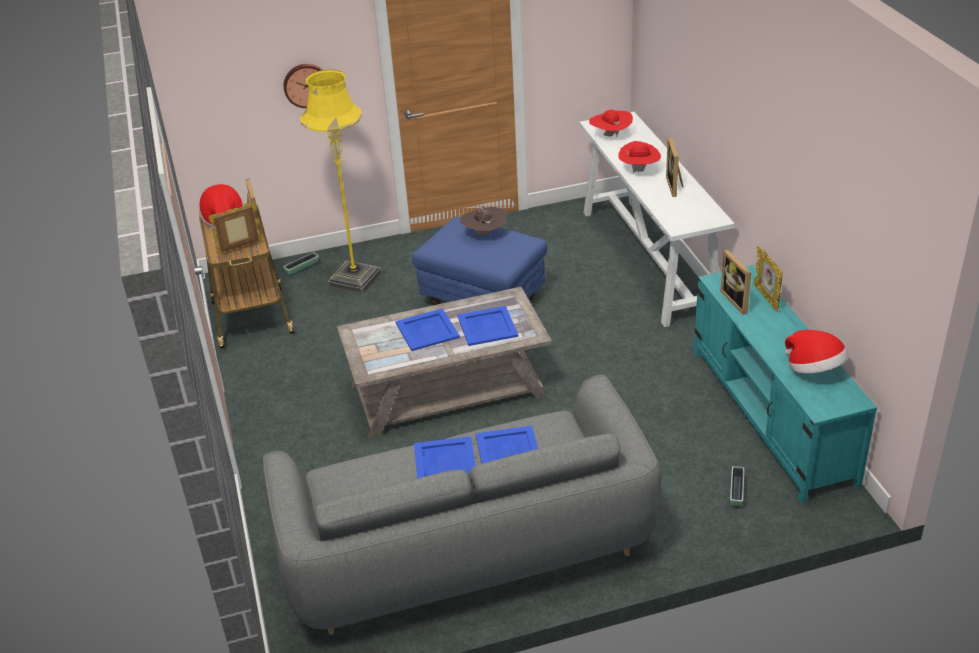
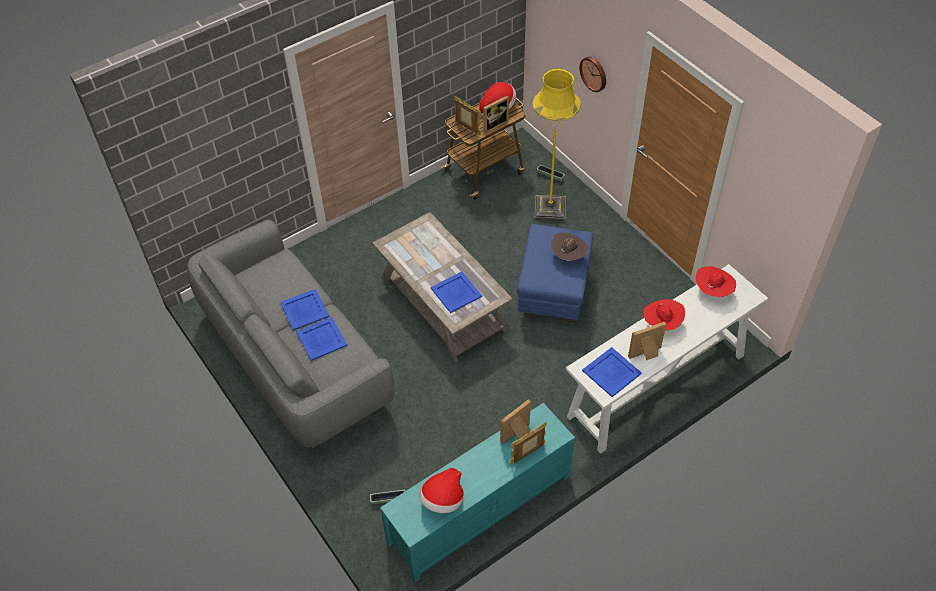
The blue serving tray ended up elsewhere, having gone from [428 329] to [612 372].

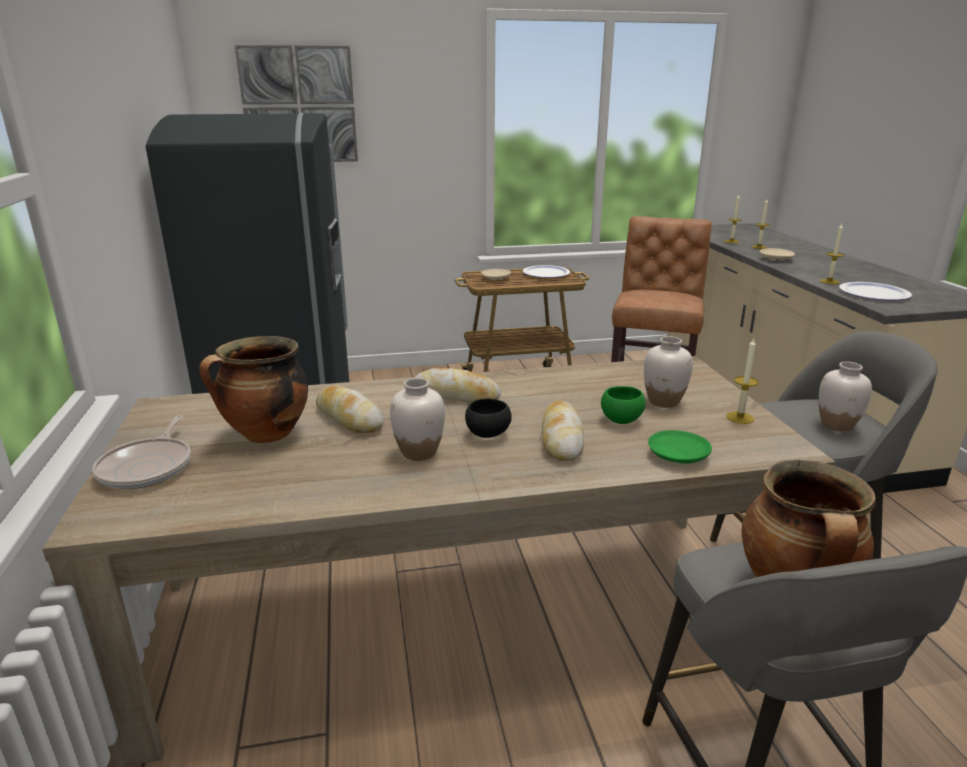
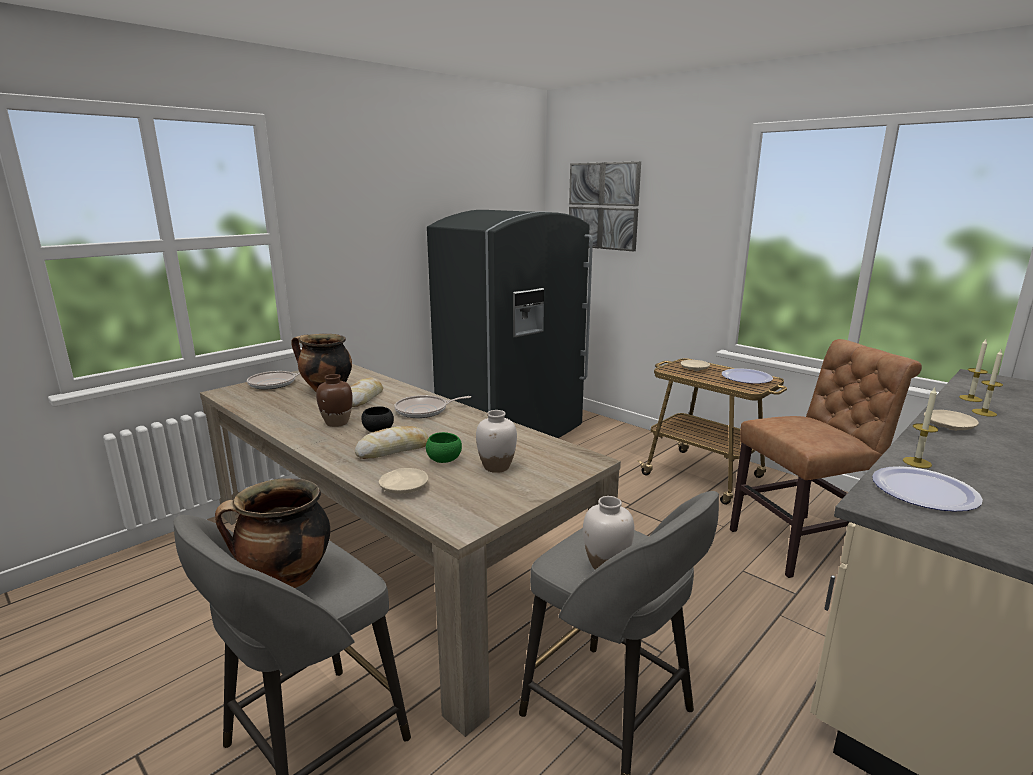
What was the whitish flower vase at [417 419] turned into the brown-coloured flower vase at [334 400]. Where the baked bread stood at [458 385], the pan came to stand at [432 406]. What was the green-coloured dinner plate at [680 447] turned into the beige dinner plate at [403 481]. The second view lost the wax candle at [742 381].

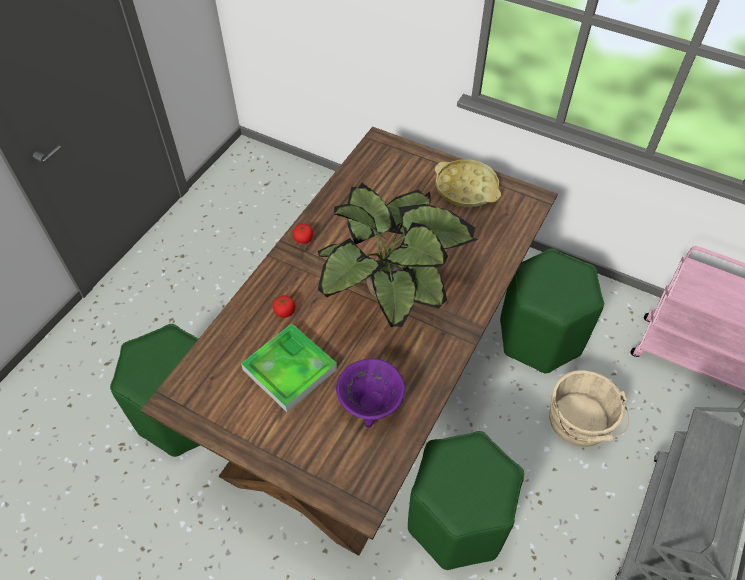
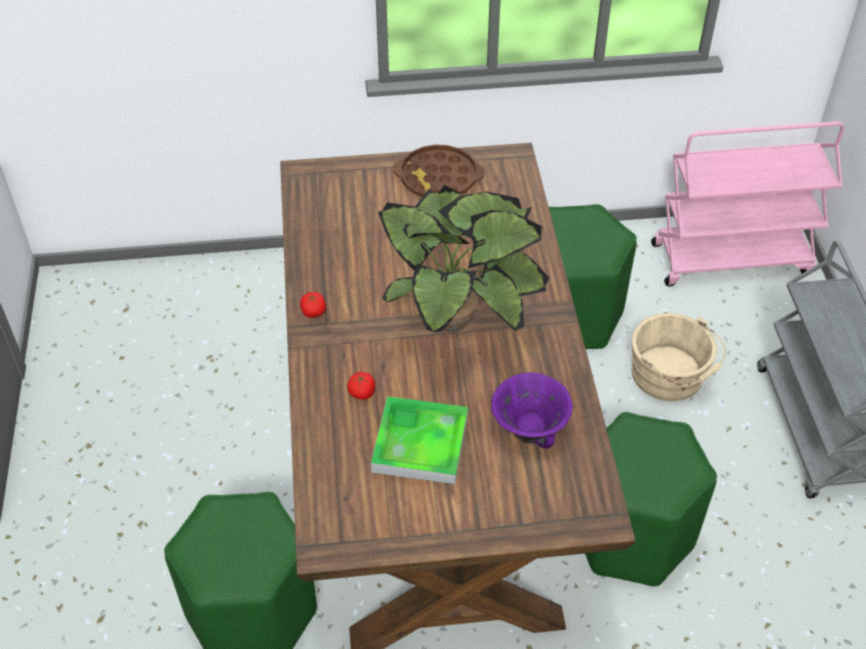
What was the yellow-coloured serving tray at [468 183] turned into the brown-coloured serving tray at [439 171].

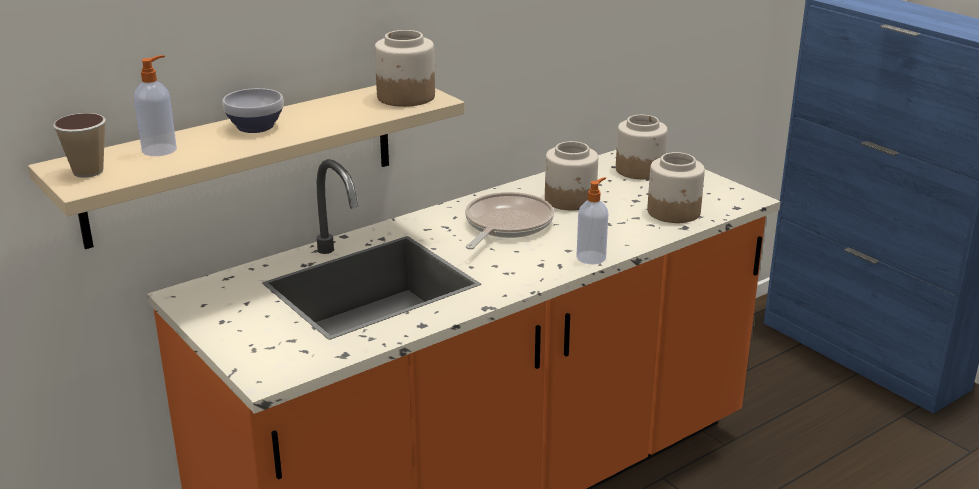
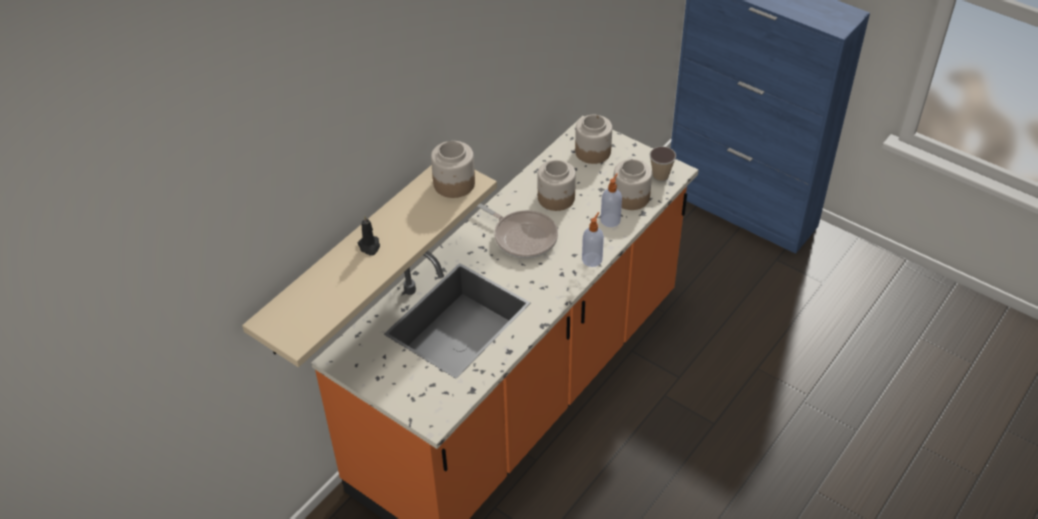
The drinking cup ended up elsewhere, having gone from [79 145] to [663 164]. The soap dispenser ended up elsewhere, having gone from [155 105] to [611 200]. Where the bowl stood at [253 110], the black-coloured wax candle came to stand at [368 236]. The pan at [509 220] ended up facing another way, 120 degrees clockwise from before.

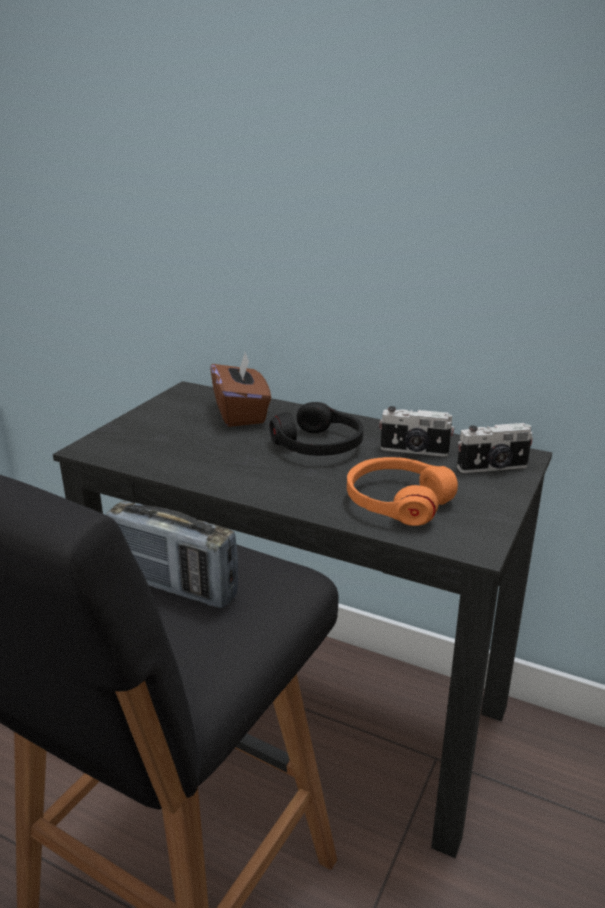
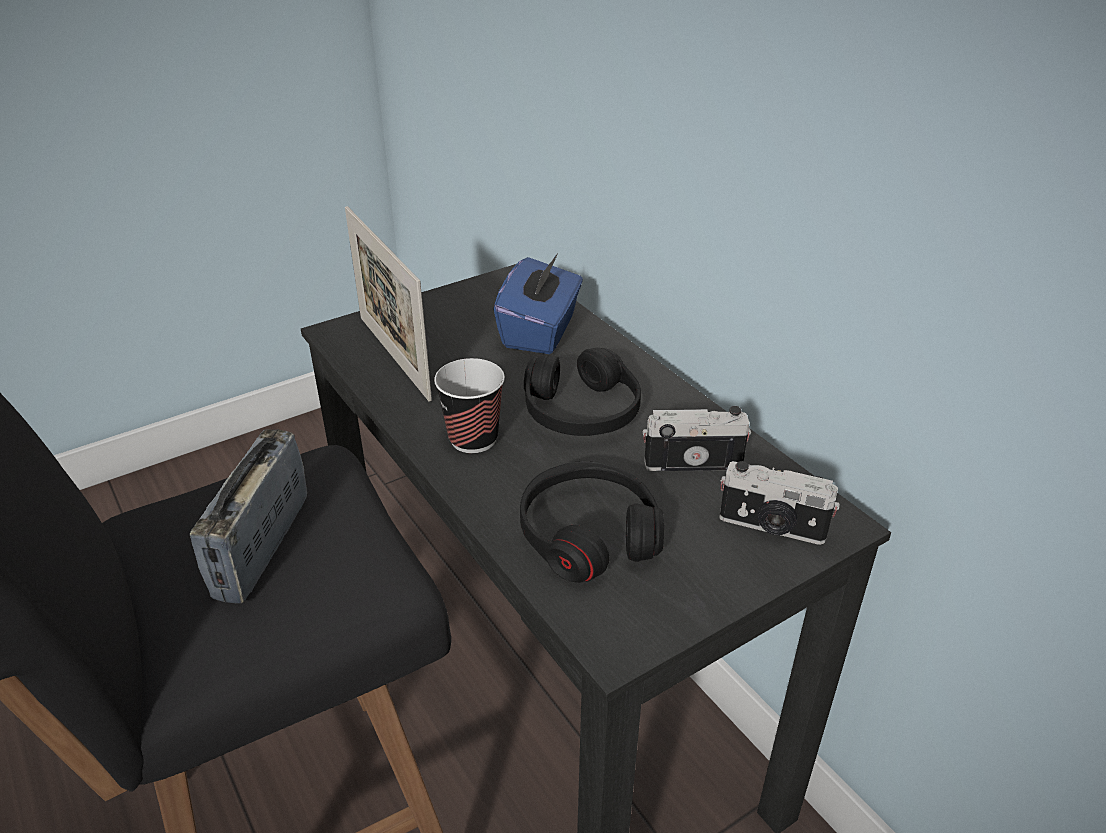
The radio at [172 554] ended up facing another way, 45 degrees clockwise from before. What was the brown-coloured tissue holder at [240 388] turned into the blue tissue holder at [538 303]. What was the orangey headset at [402 491] turned into the black-coloured headset at [592 522]. The photo camera at [417 431] ended up facing another way, 135 degrees clockwise from before. The second view gained the picture frame at [388 304]. The second view gained the drinking cup at [469 405].

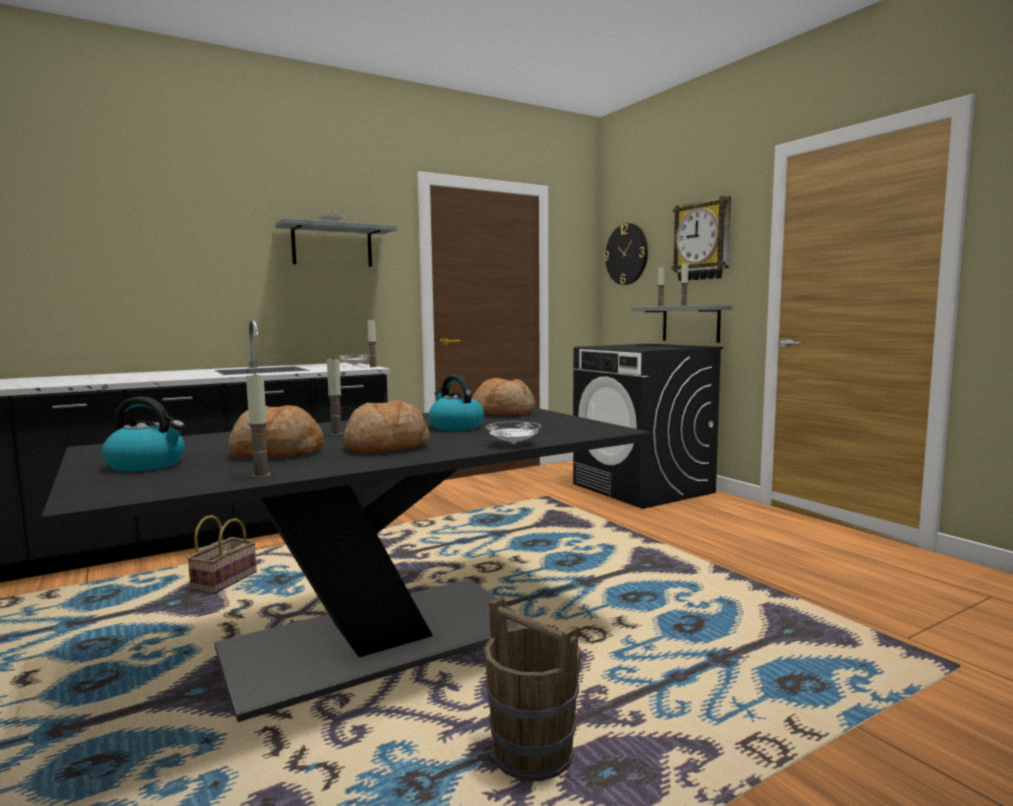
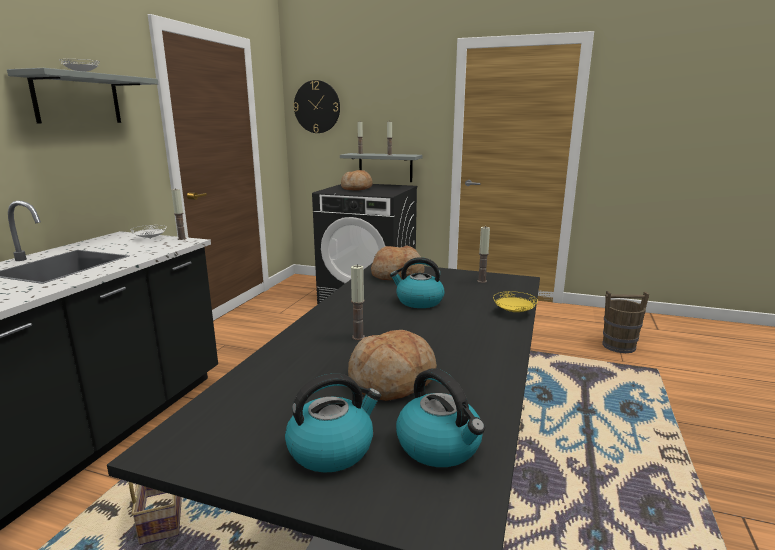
The wax candle ended up elsewhere, having gone from [258 425] to [483 254]. The baked bread ended up elsewhere, having gone from [387 427] to [356 180]. The brown-coloured pail ended up elsewhere, having gone from [532 689] to [625 322]. What was the whitish dinner plate at [513 433] turned into the yellow-coloured dinner plate at [515 301]. The second view lost the clock on the wall at [701 238]. The second view gained the tea kettle at [440 417].

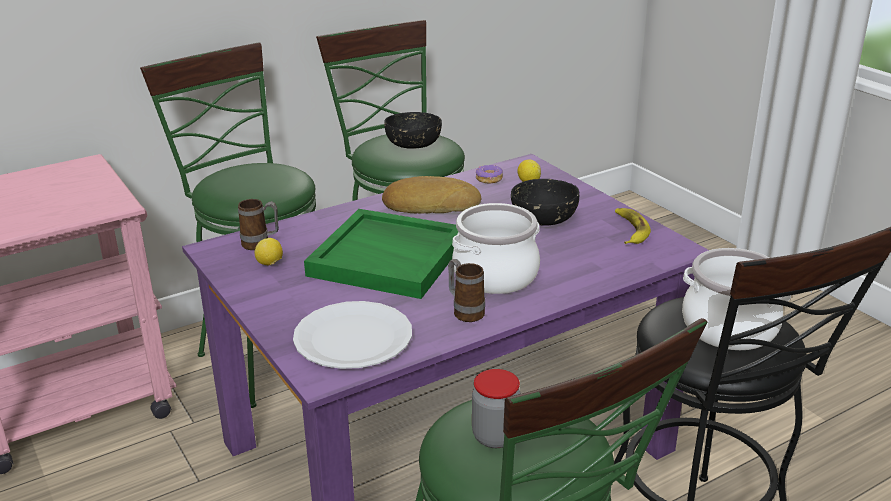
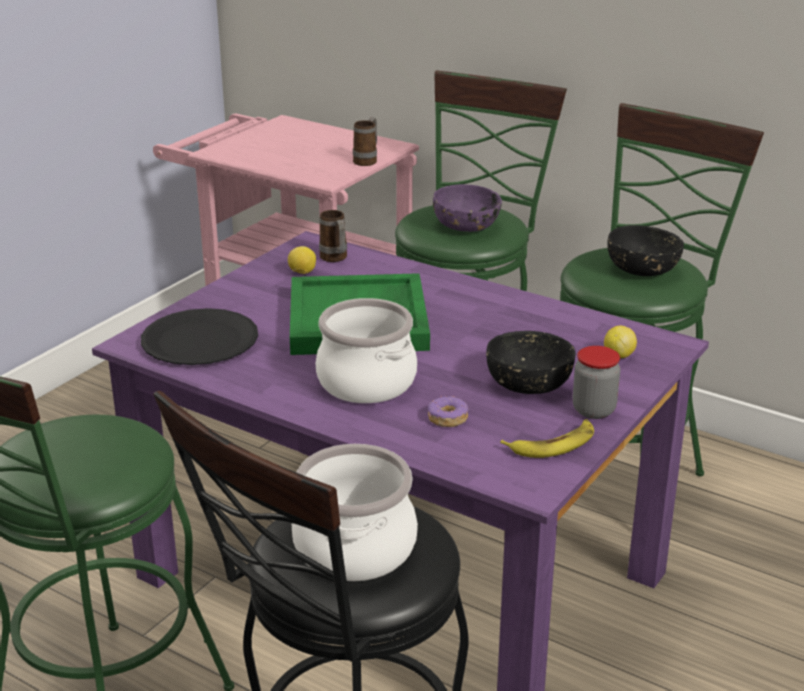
What was the whitish dinner plate at [352 335] turned into the black-coloured dinner plate at [199 336]. The second view lost the baked bread at [431 195]. The tea mug ended up elsewhere, having gone from [466 290] to [365 141]. The preserve jar ended up elsewhere, having gone from [496 408] to [596 382]. The doughnut ended up elsewhere, having gone from [489 174] to [448 411]. The second view gained the purplish bowl at [467 208].

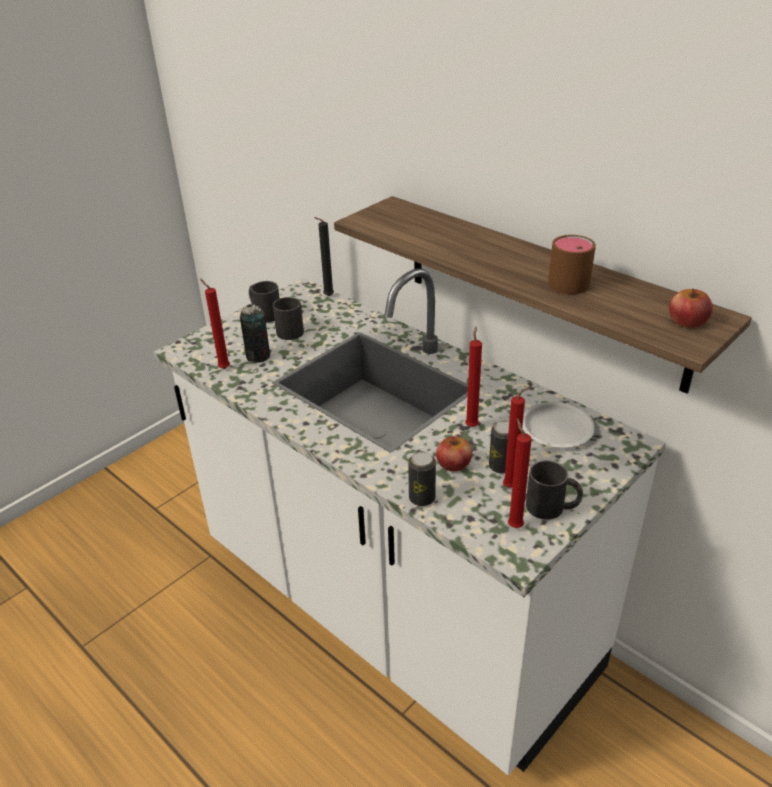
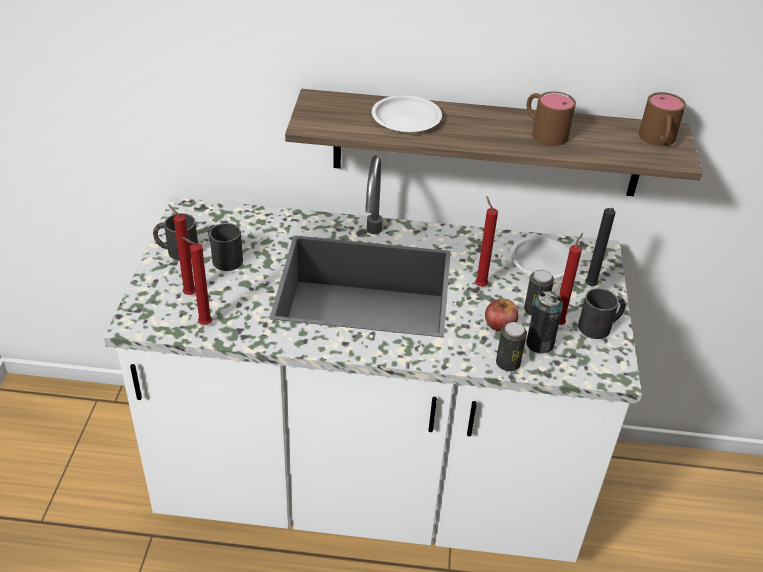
The metal can ended up elsewhere, having gone from [255 333] to [544 322]. The black-coloured wax candle ended up elsewhere, having gone from [324 256] to [600 247]. The red-coloured wax candle ended up elsewhere, having gone from [520 473] to [182 249]. Where the whole apple stood at [691 308], the brown-coloured tea mug came to stand at [662 119]. The second view gained the whitish dinner plate at [407 114].

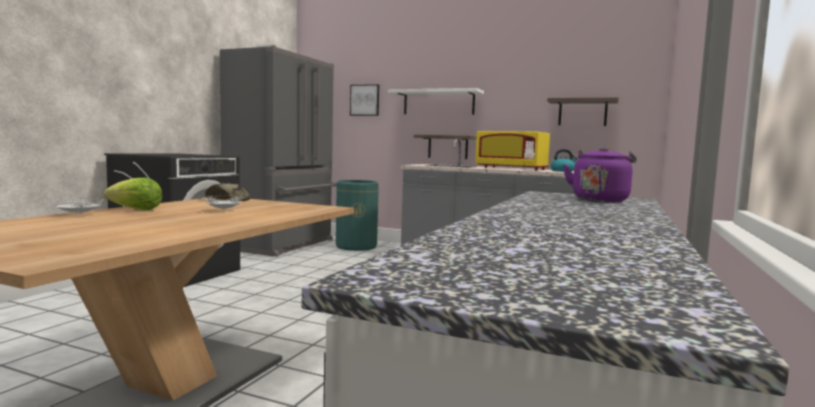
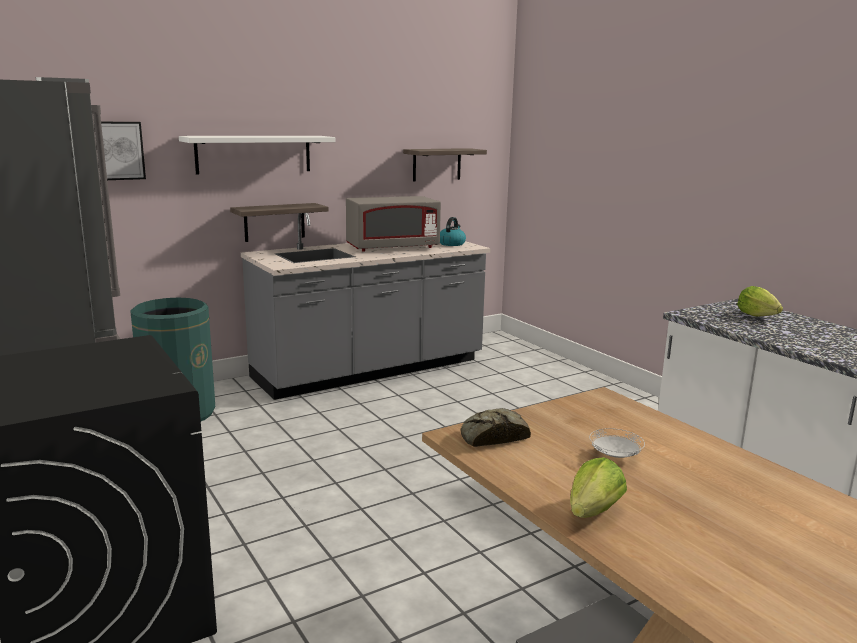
The second view lost the whitish dinner plate at [77 206]. What was the yellow-coloured microwave oven at [512 150] turned into the greyish microwave oven at [393 224]. Where the purplish tea kettle stood at [600 174], the lettuce head came to stand at [760 301].

